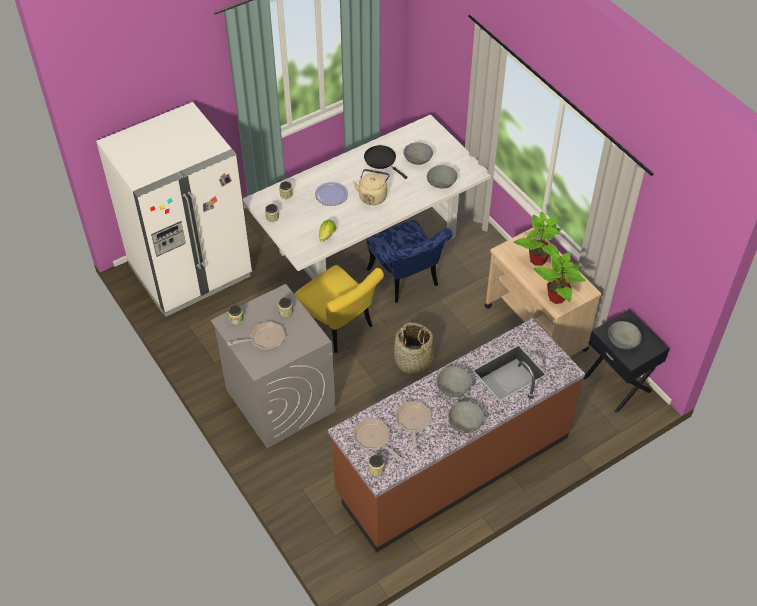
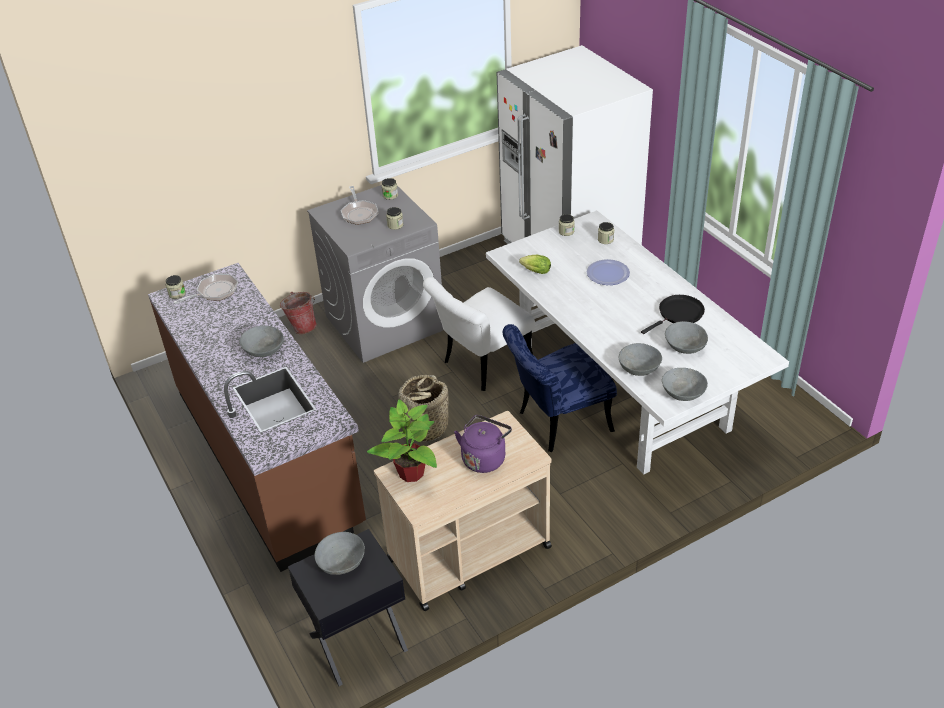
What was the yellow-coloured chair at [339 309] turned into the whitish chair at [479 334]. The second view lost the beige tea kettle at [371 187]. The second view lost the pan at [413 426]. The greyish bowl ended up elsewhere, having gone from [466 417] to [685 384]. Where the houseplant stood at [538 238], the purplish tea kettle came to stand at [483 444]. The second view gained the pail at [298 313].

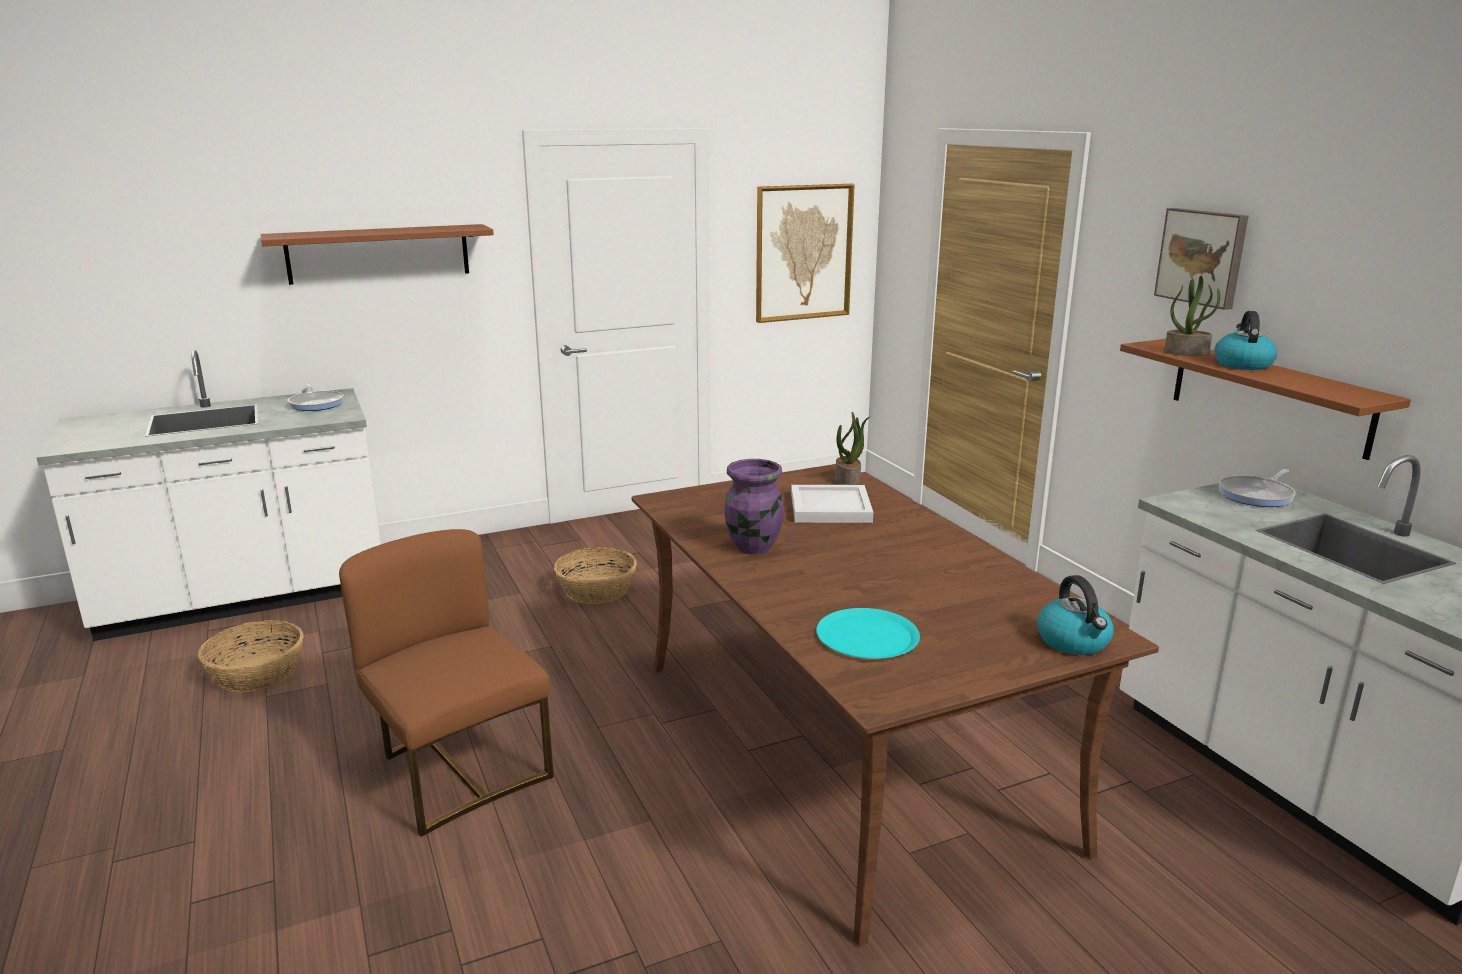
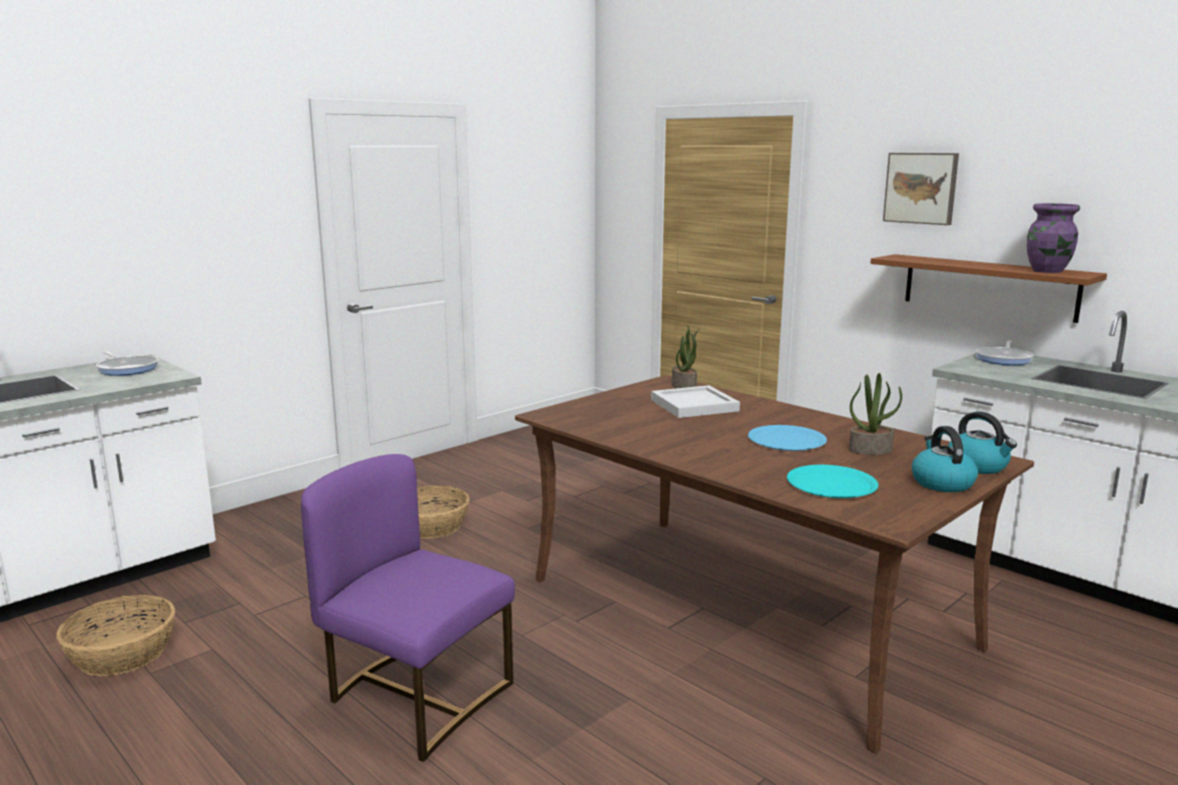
The second view lost the brown-coloured shelf at [377 254]. What was the brown-coloured chair at [446 683] turned into the purplish chair at [408 608]. The purplish flower vase ended up elsewhere, having gone from [754 506] to [1053 238]. The second view lost the wall picture at [805 253]. The houseplant ended up elsewhere, having gone from [1192 316] to [875 414]. The tea kettle ended up elsewhere, having gone from [1245 340] to [945 459]. The second view gained the blue dinner plate at [787 438].

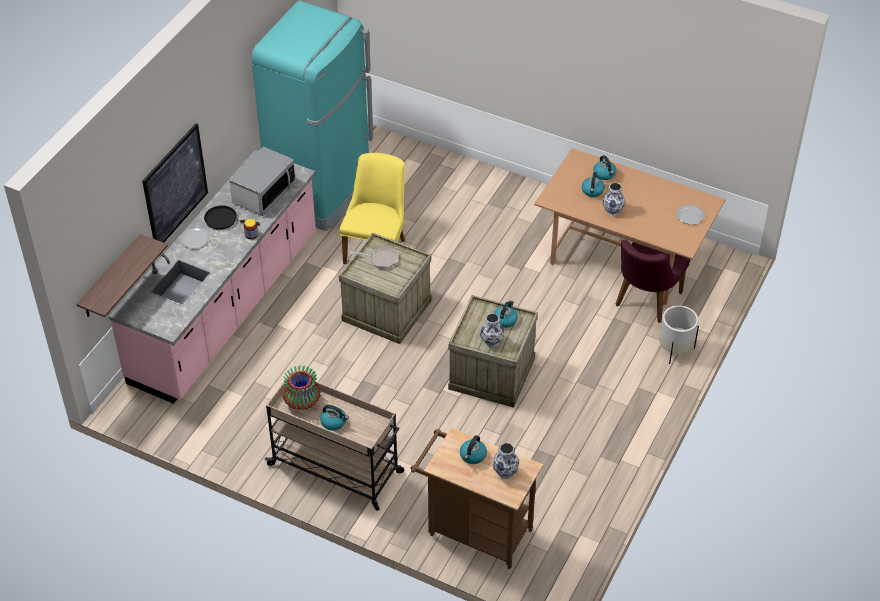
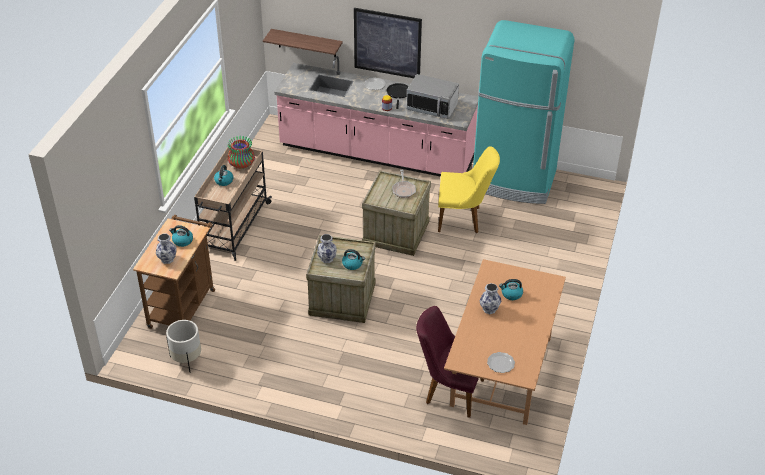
The second view lost the tea kettle at [604 167]. The whitish planter ended up elsewhere, having gone from [679 334] to [183 346].

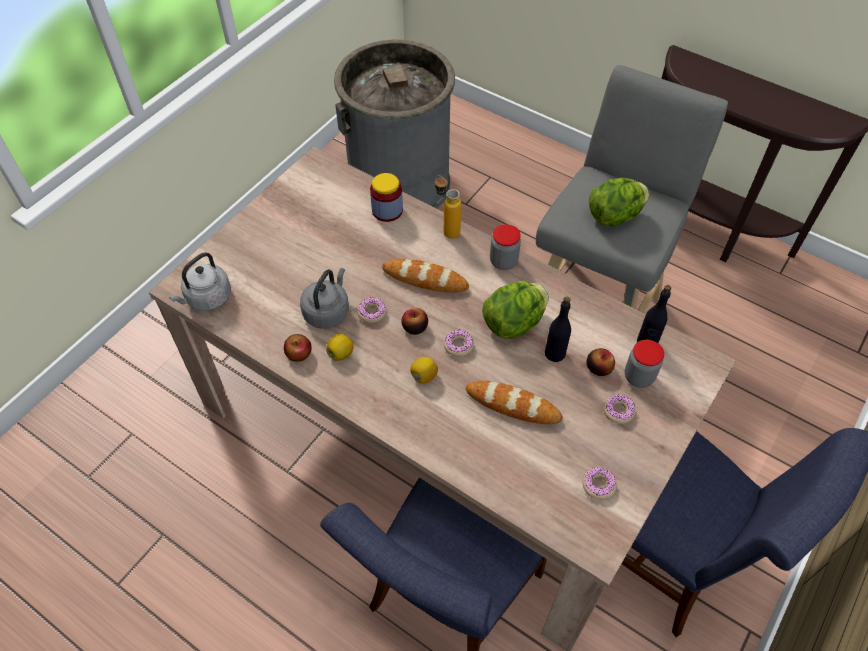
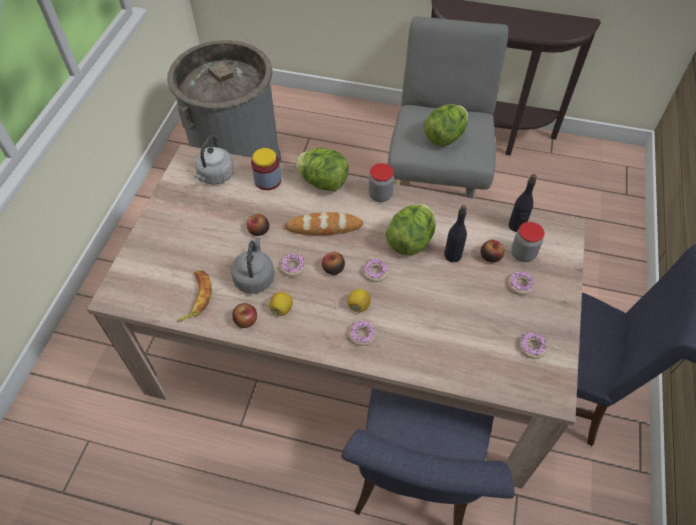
The greyish tea kettle ended up elsewhere, having gone from [200 281] to [214 159]. Where the drink bottle stood at [448 207], the lettuce head came to stand at [322 169]. The second view lost the baked bread at [514 402]. The second view gained the banana at [194 296]. The second view gained the whole apple at [258 225]. The second view gained the doughnut at [362 333].

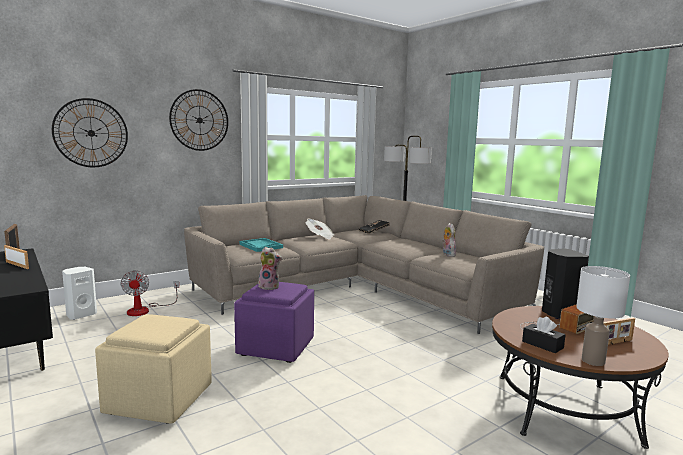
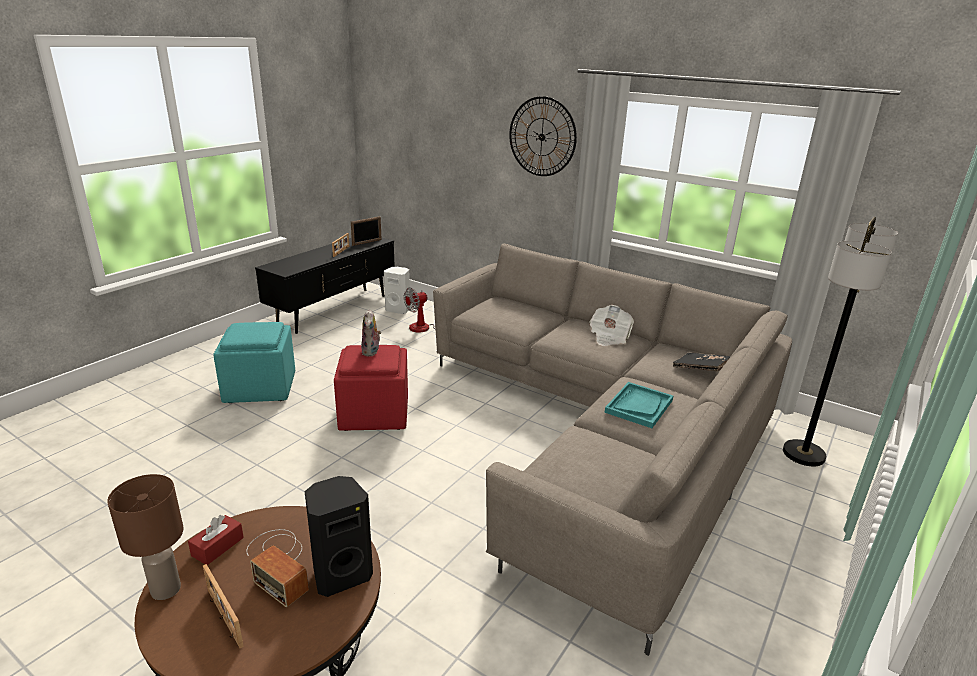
The second view lost the clock on the wall at [90 132]. What was the beige footrest at [153 369] turned into the turquoise-coloured footrest at [254 362]. What was the purplish footrest at [274 322] turned into the red-coloured footrest at [371 388]. The turquoise-coloured serving tray ended up elsewhere, having gone from [261 245] to [638 405]. The second view lost the cuddly toy at [449 240]. What was the black-coloured tissue holder at [544 335] turned into the red-coloured tissue holder at [216 540]. What was the whitish lamp for a table at [603 316] turned into the brown-coloured lamp for a table at [145 537].

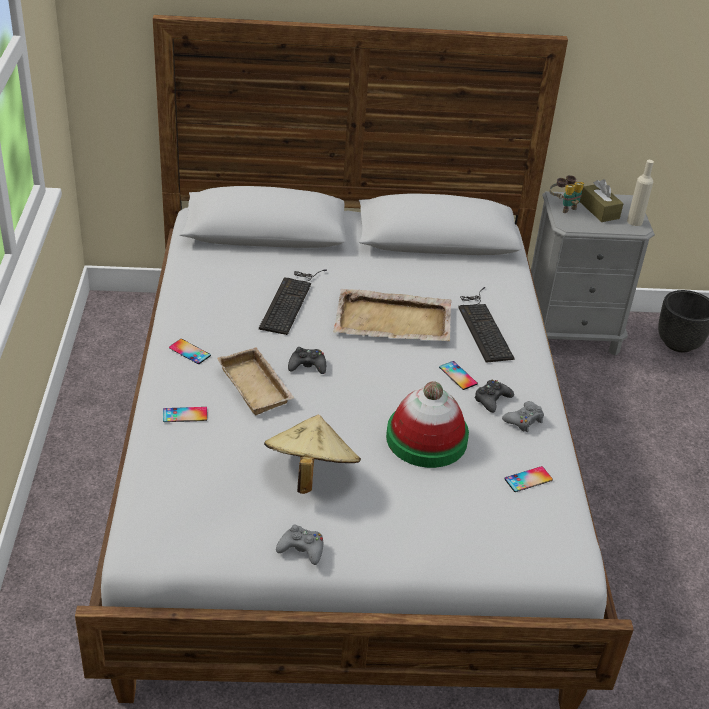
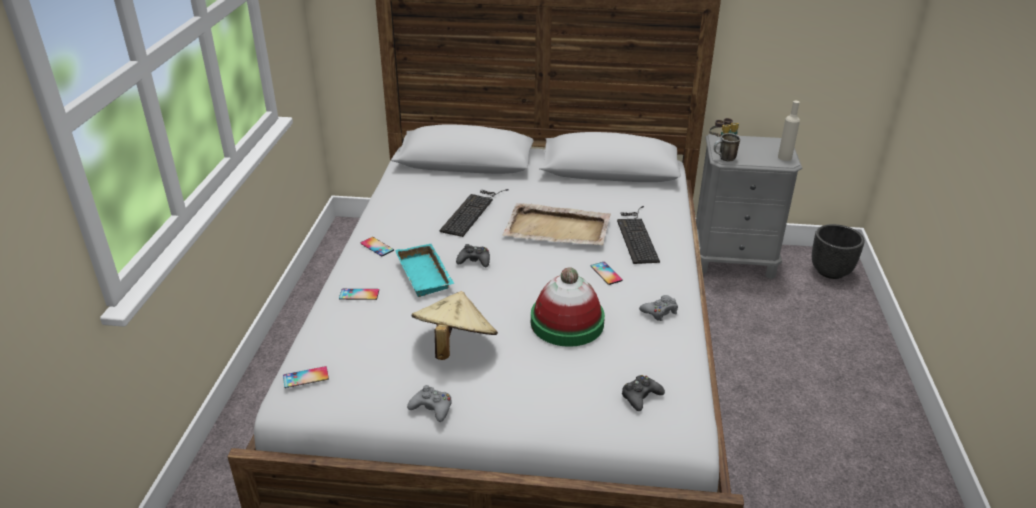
What was the beige serving tray at [256 381] turned into the turquoise-coloured serving tray at [424 270]. The black-coloured game controller ended up elsewhere, having gone from [494 396] to [643 393]. The phone ended up elsewhere, having gone from [528 479] to [306 377]. The second view lost the brown-coloured tissue holder at [602 200]. The second view gained the tea mug at [727 147].

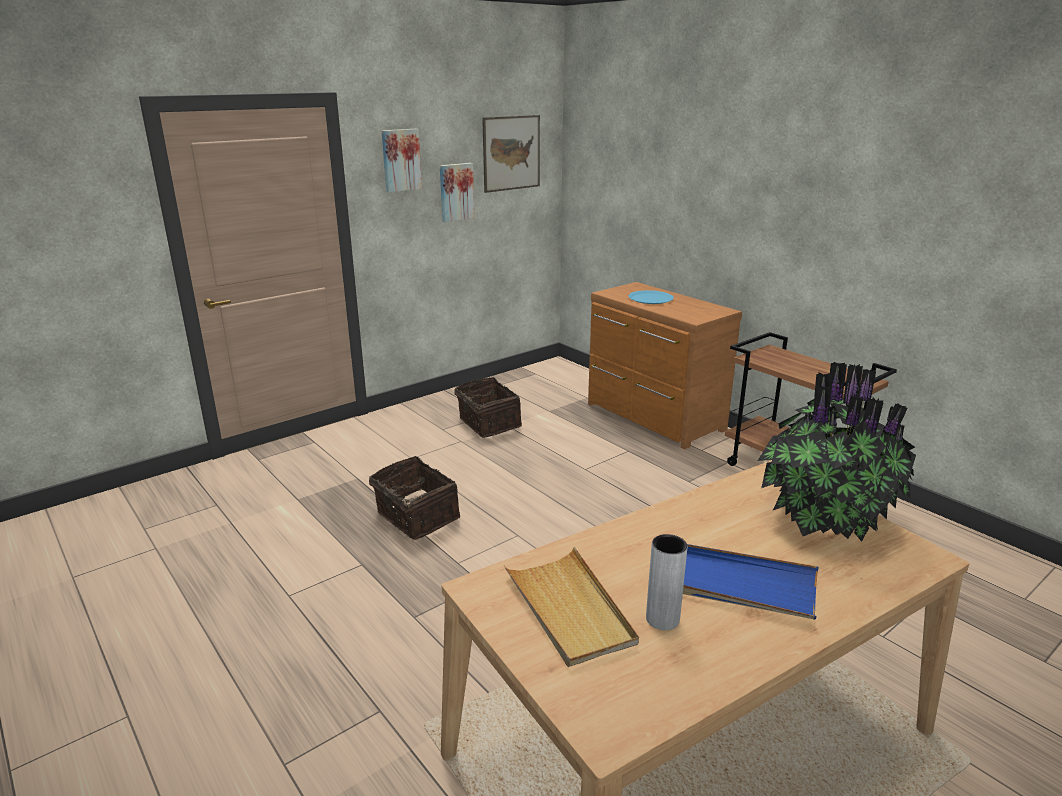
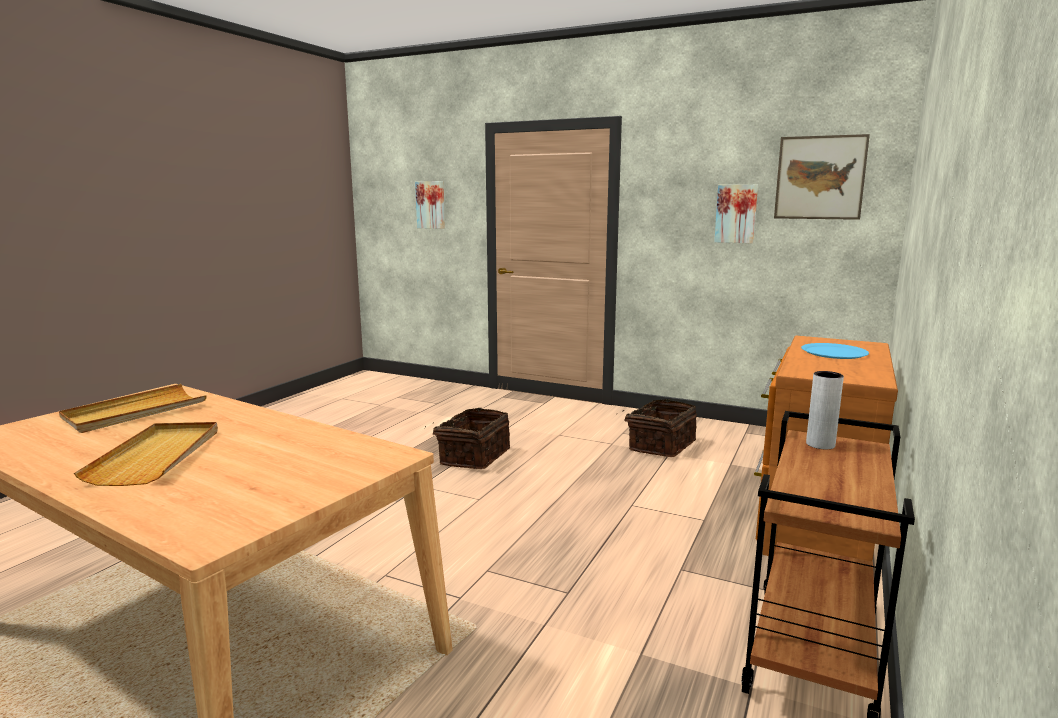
The wall picture ended up elsewhere, having gone from [402 160] to [430 205]. The greyish flower vase ended up elsewhere, having gone from [667 582] to [825 410]. What was the blue serving tray at [751 582] turned into the beige serving tray at [146 454]. The second view lost the houseplant at [837 451].

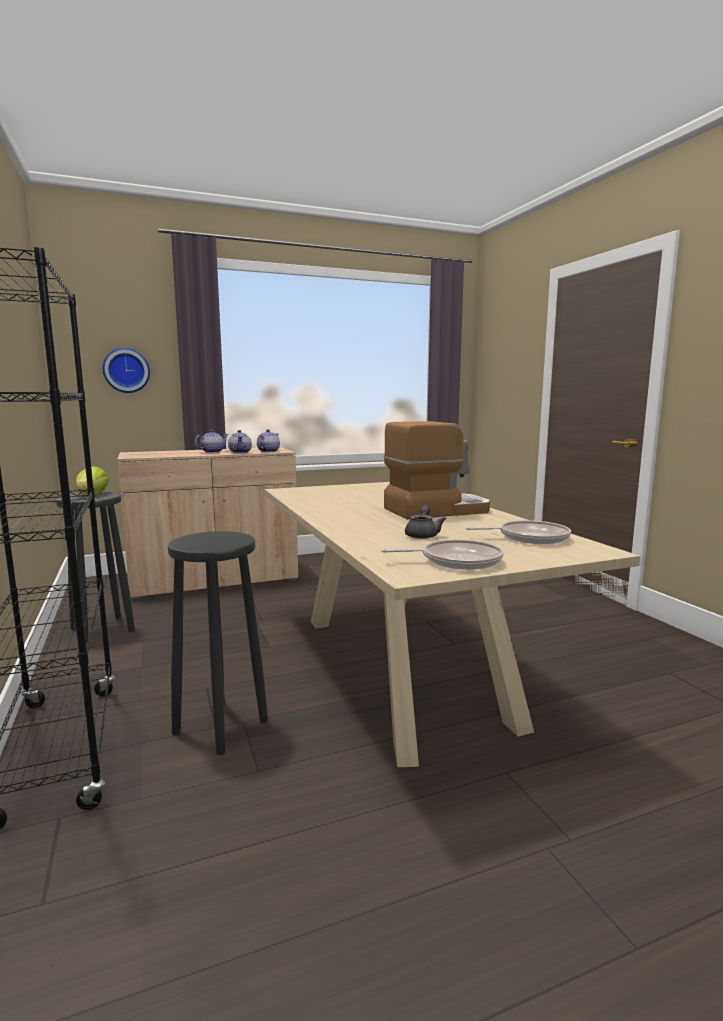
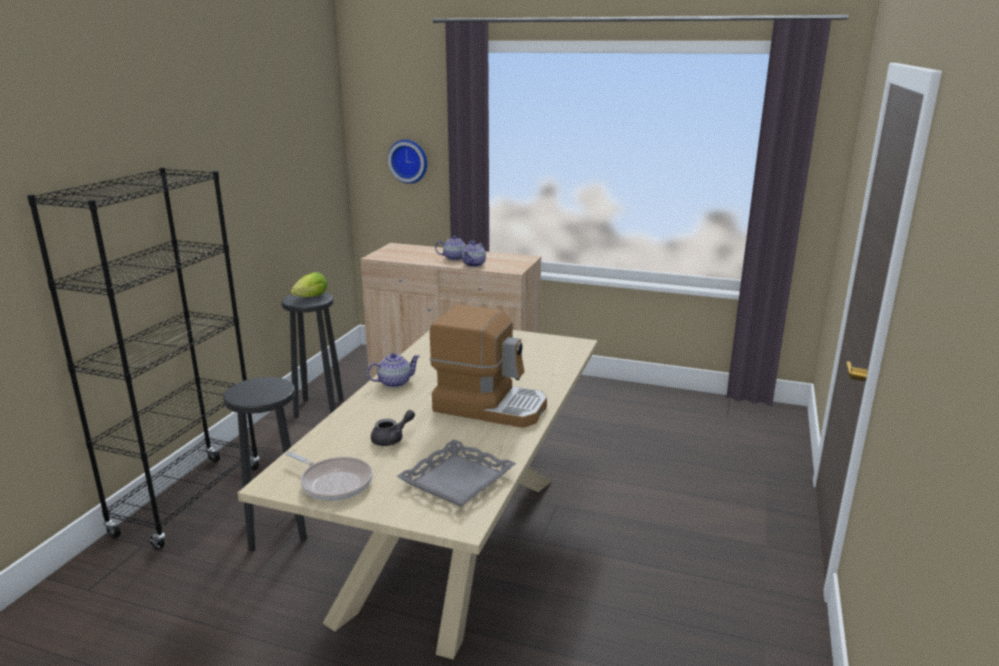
The pot for tea ended up elsewhere, having gone from [268 440] to [393 370]. Where the pan stood at [518 532], the greyish serving tray came to stand at [456 473].

